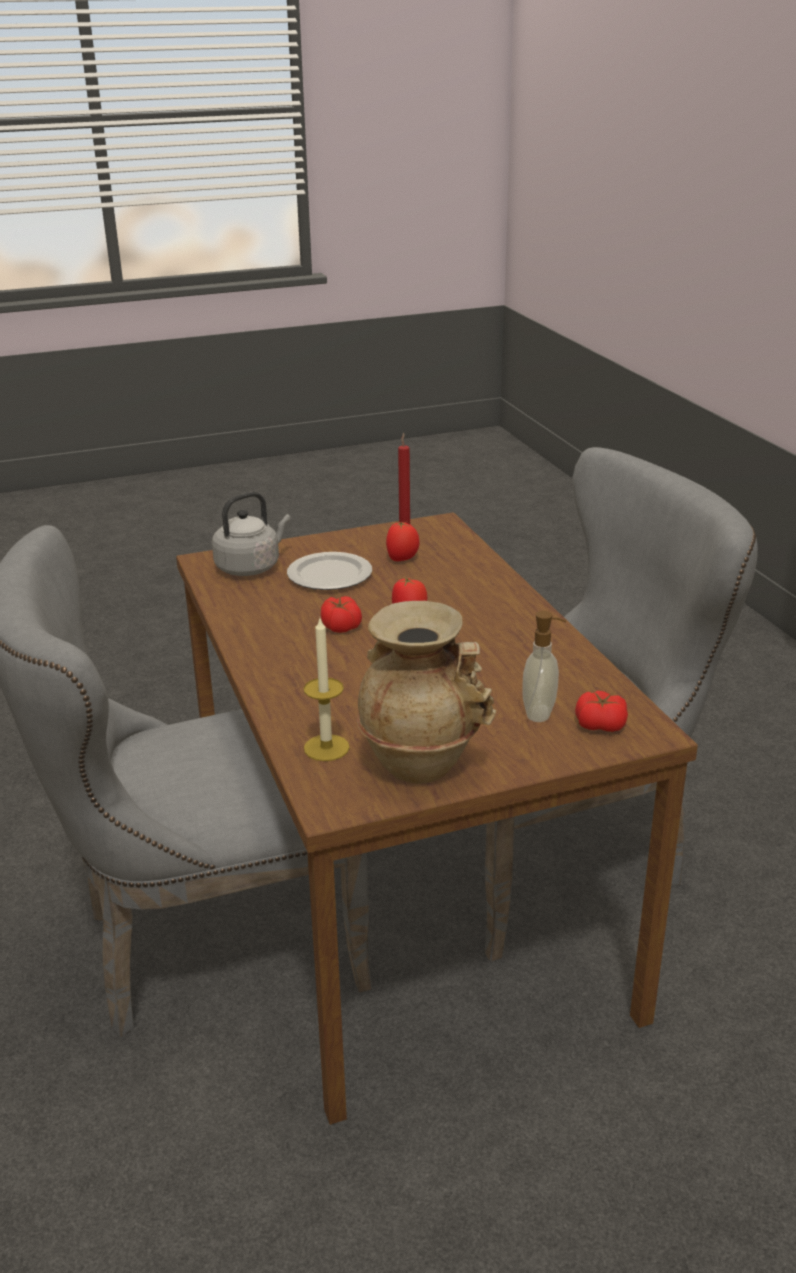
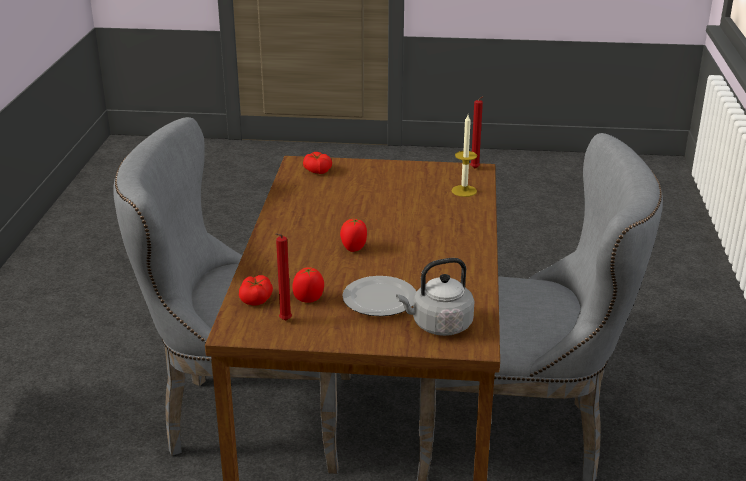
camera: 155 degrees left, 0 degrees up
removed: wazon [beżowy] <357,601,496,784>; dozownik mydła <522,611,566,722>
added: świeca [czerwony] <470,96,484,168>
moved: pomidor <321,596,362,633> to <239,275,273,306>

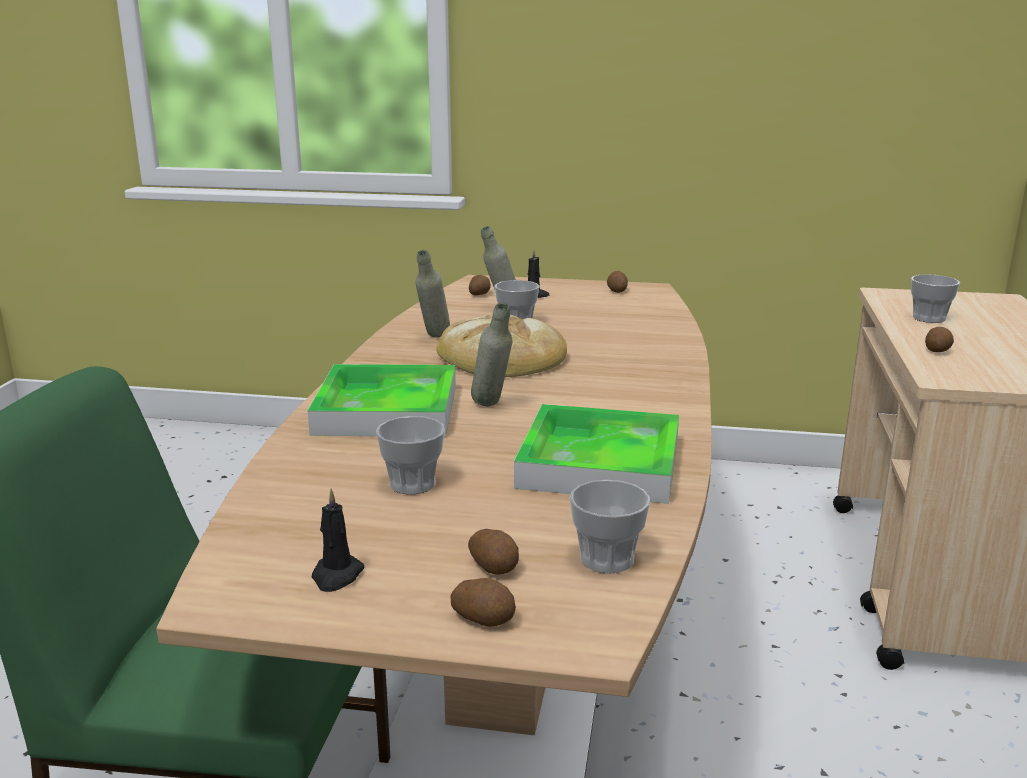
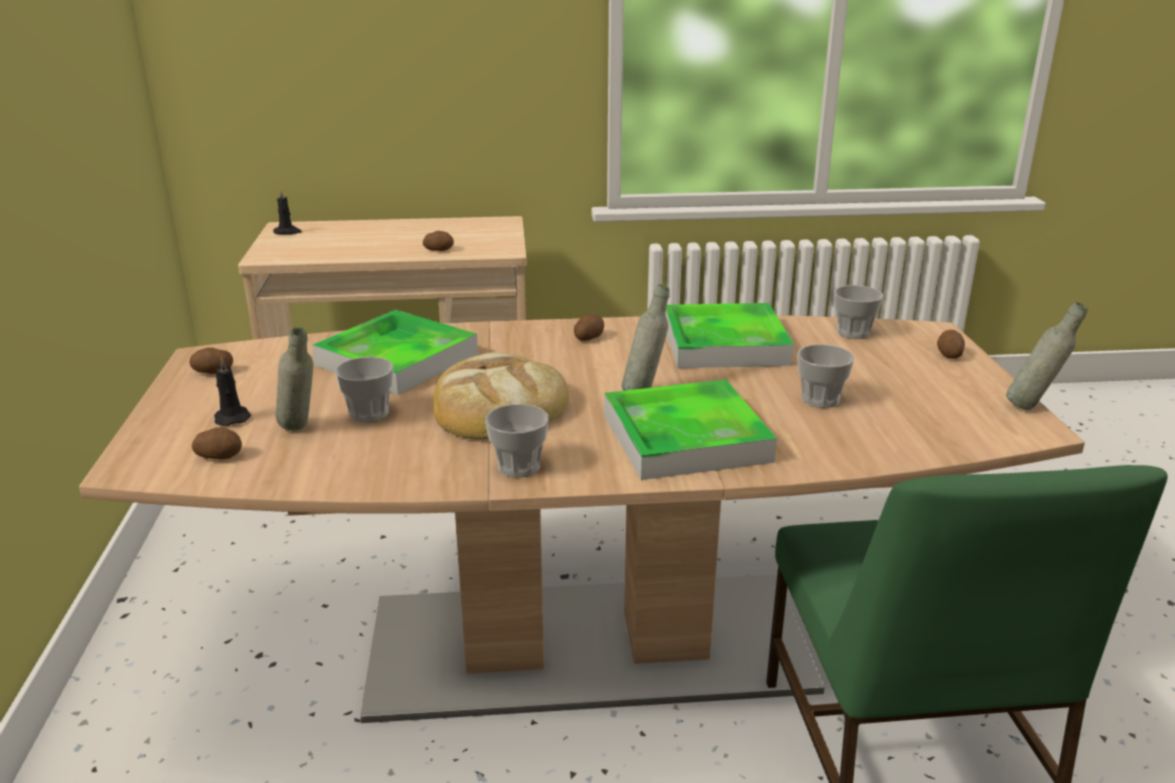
camera: 105 degrees left, 5 degrees up
added: taca <312,310,478,395>
moved: świeca [czarny] <312,489,364,592> to <273,189,302,235>; filiżanka <911,274,960,323> to <485,404,549,477>; ziemniak <468,529,519,575> to <574,314,604,341>; butelka [szary] <415,250,450,338> to <1006,302,1088,410>

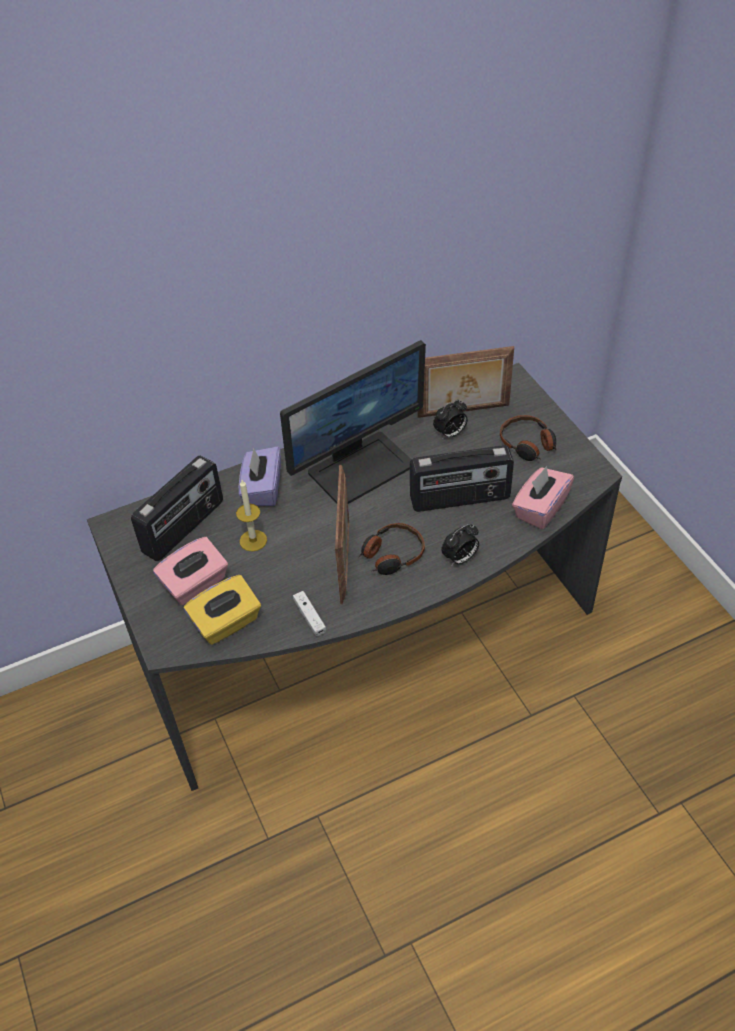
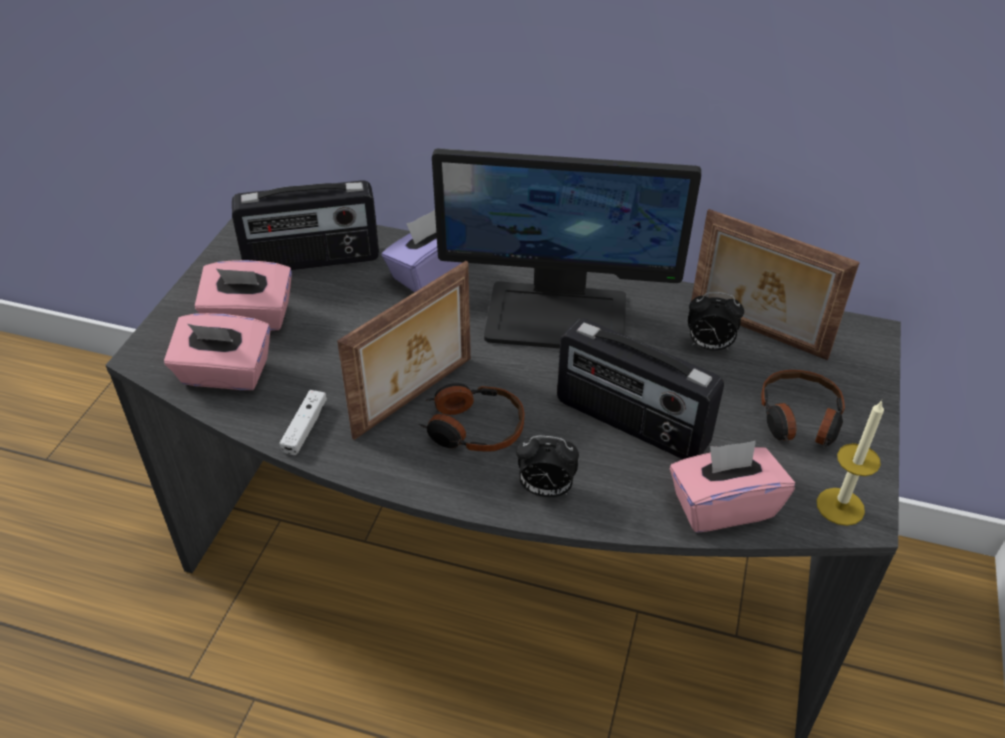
camera: 40 degrees right, 5 degrees down
moved: świeca <236,480,267,551> to <817,400,884,526>
recoloured: pudełko chusteczek [żółty] <184,575,261,645> to pudełko chusteczek [różowy] <164,313,270,390>

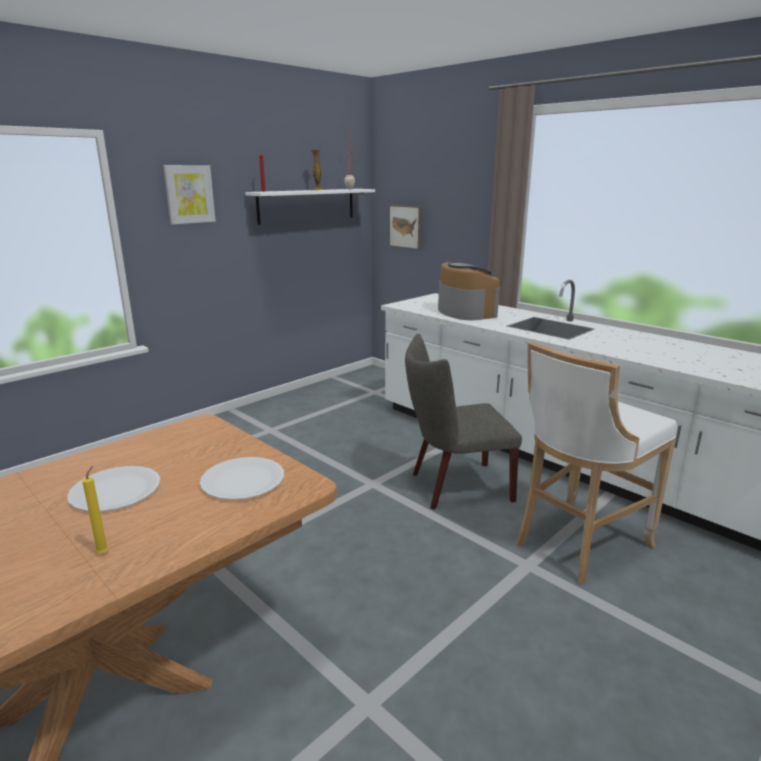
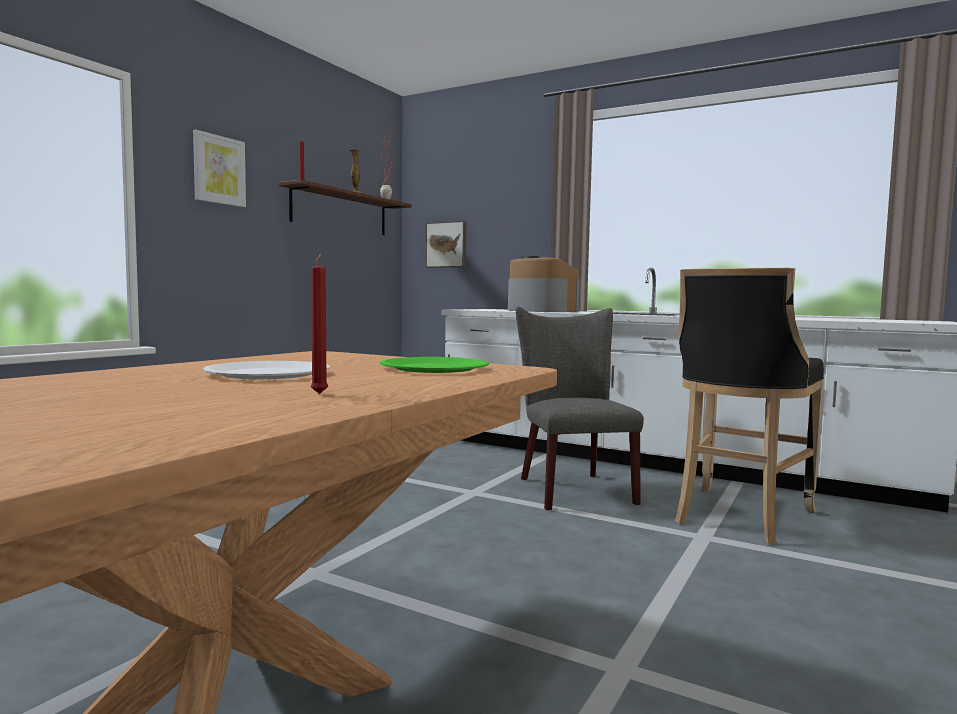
camera: 15 degrees left, 15 degrees down
recoloured: półka [biały] <245,189,375,225> to półka [brązowy] <279,180,412,235>; świeca [żółty] <82,466,109,554> to świeca [czerwony] <311,254,328,394>; talerz [biały] <200,457,284,500> to talerz [zielony] <380,357,489,373>; stołek [biały] <516,342,677,584> to stołek [czarny] <675,268,824,544>
turned: krzesło [szary] <405,334,522,510> = <516,307,644,510> 105 degrees clockwise

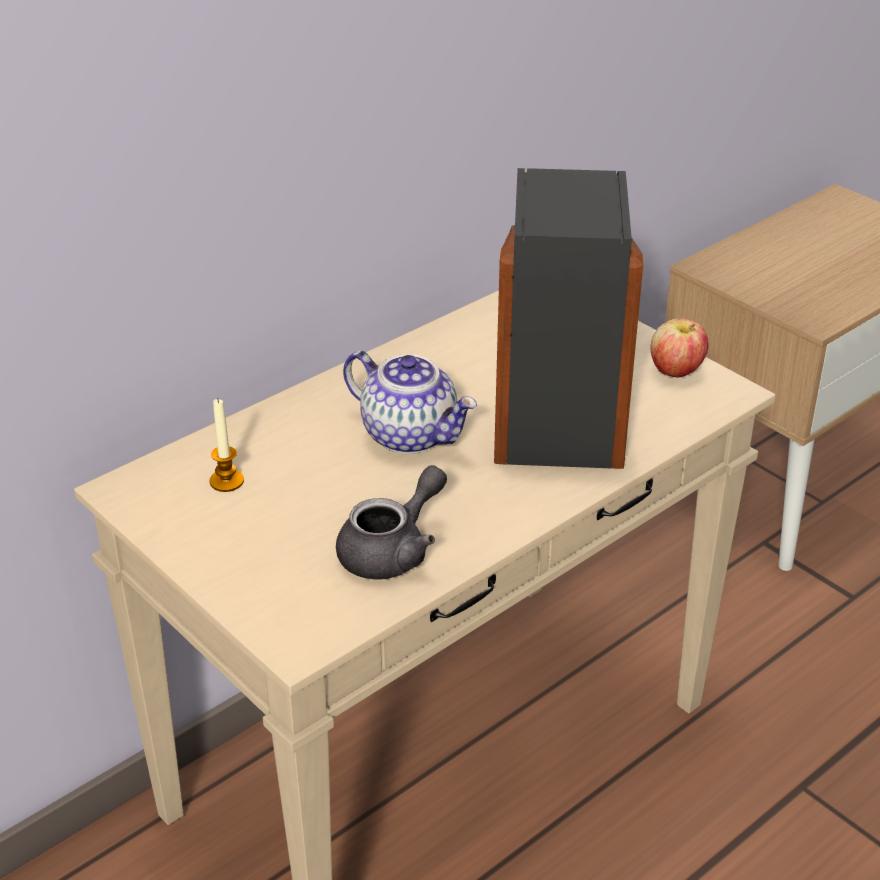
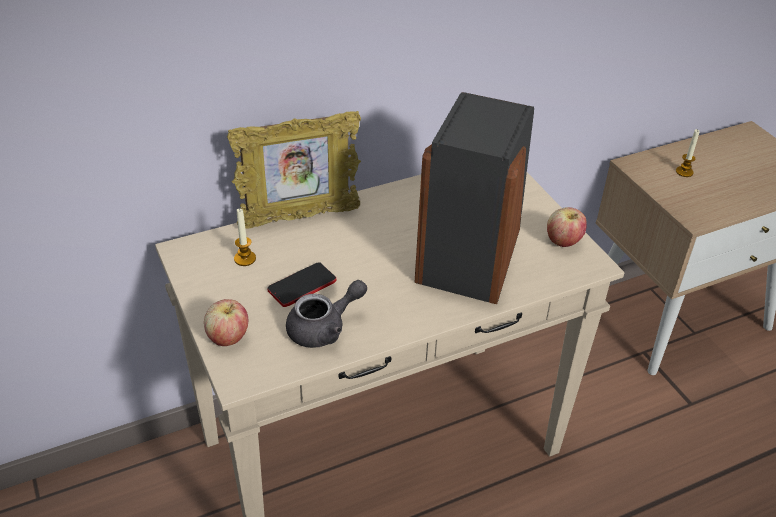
camera: 15 degrees right, 5 degrees up
removed: imbryk <343,351,477,454>
added: jabłko <204,299,248,346>; ramka na zdjęcie <227,111,361,228>; telefon <267,262,336,307>; świeca <676,129,700,177>

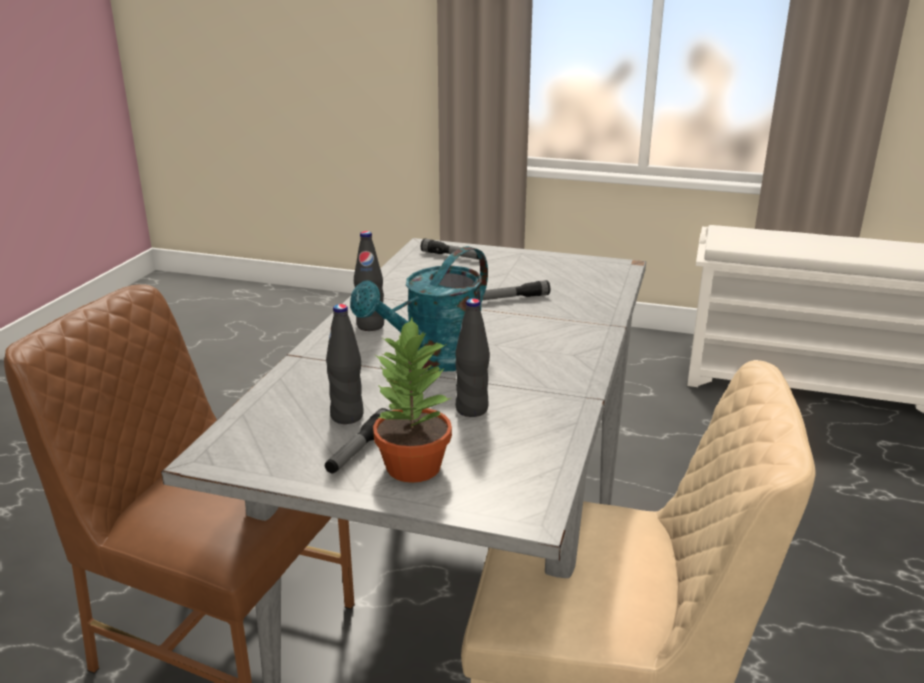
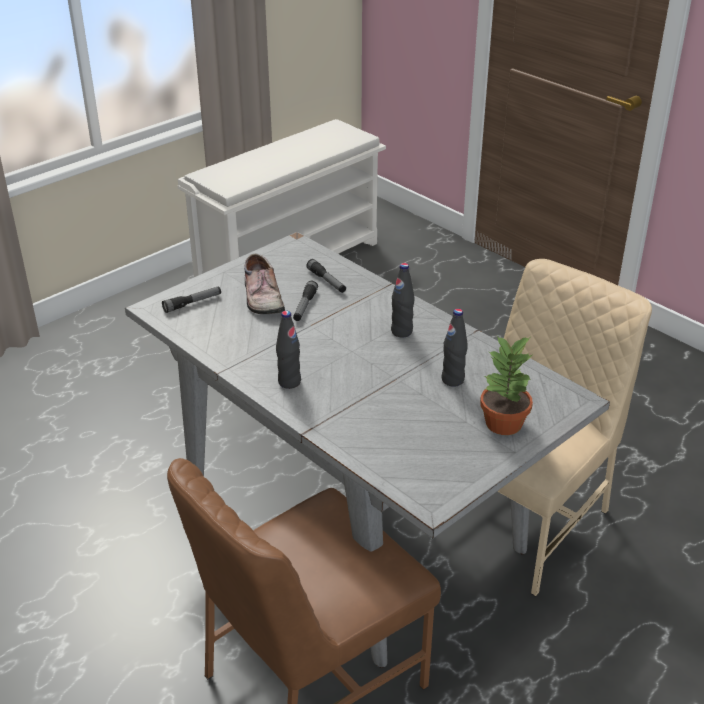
camera: 60 degrees left, 10 degrees up
removed: konewka [turkusowy] <350,246,488,371>
added: but <244,254,285,314>
moved: latarka <325,408,389,474> to <306,259,346,293>; butelka [czarny] <326,304,364,424> to <391,263,414,337>

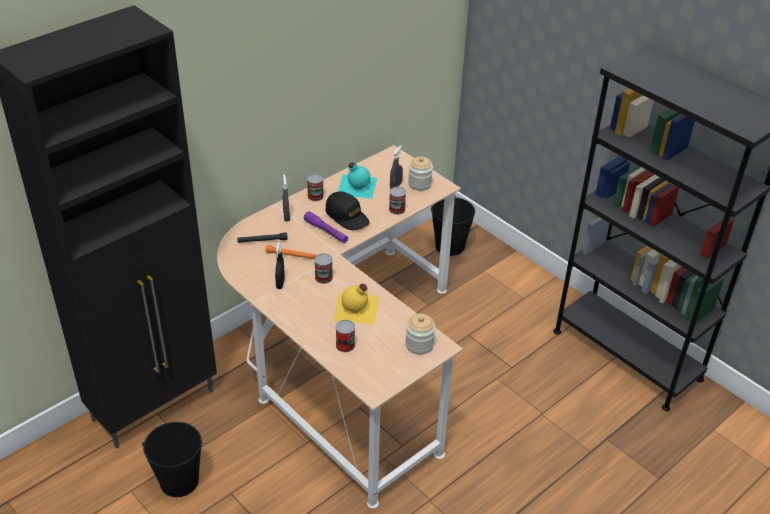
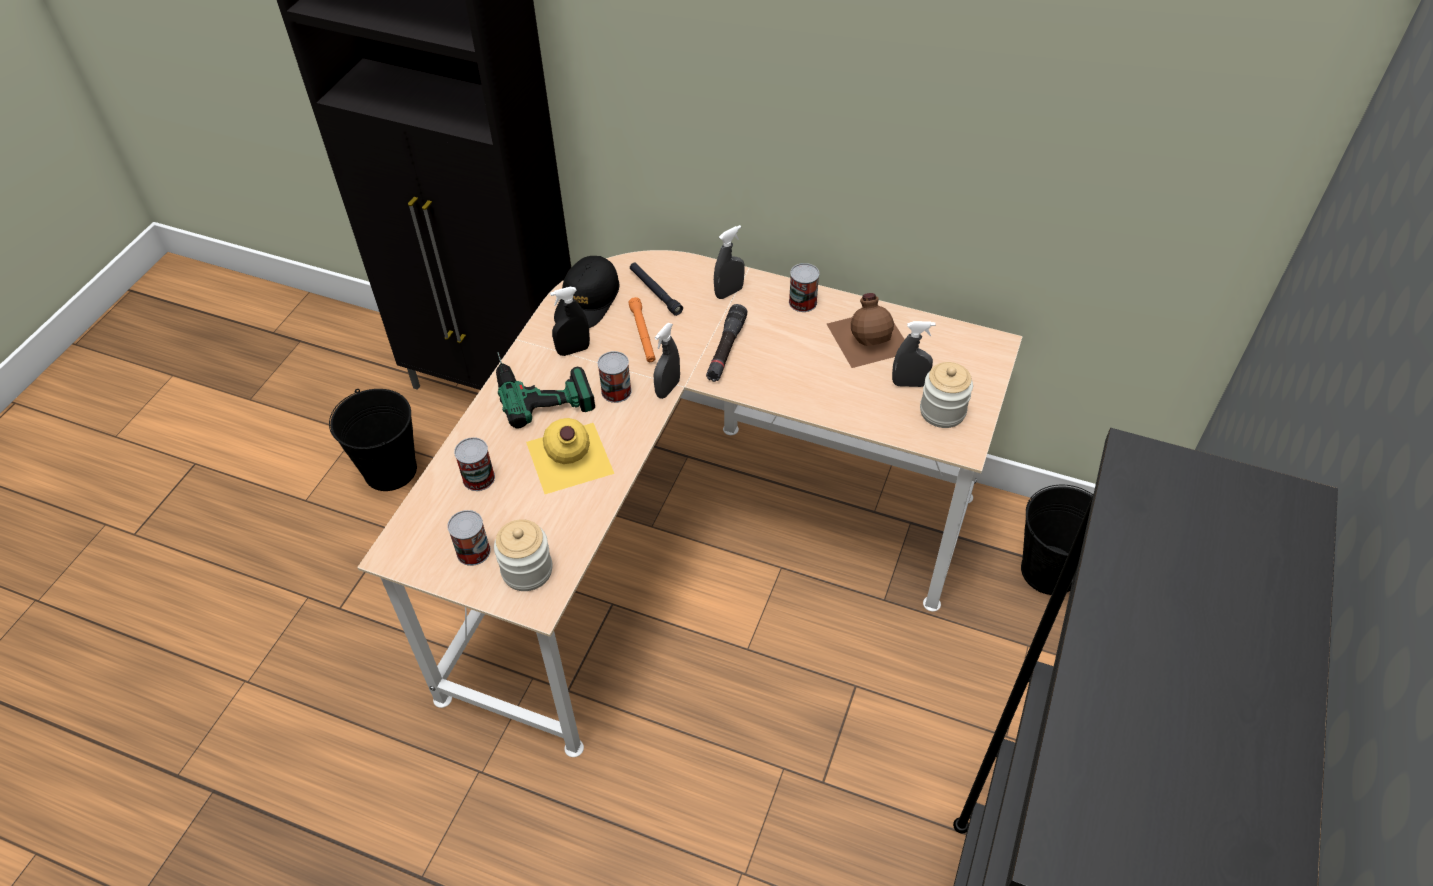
camera: 65 degrees right, 10 degrees up
added: wiertarka <496,352,595,428>; spryskiwacz [szary] <654,323,680,399>
moved: puszka <389,187,406,215> to <447,510,491,566>; czapka z daszkiem [czarny] <325,191,370,230> to <554,256,620,328>
recoloured: latarka [fioletowy] <304,211,348,243> to latarka [czarny] <706,304,747,382>; butelka [turkusowy] <338,162,377,199> to butelka [brązowy] <827,293,905,368>

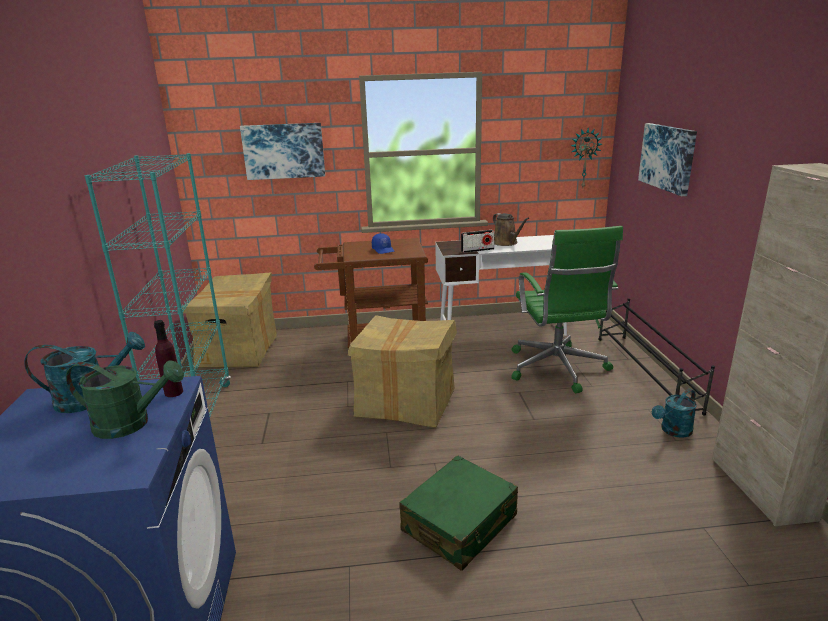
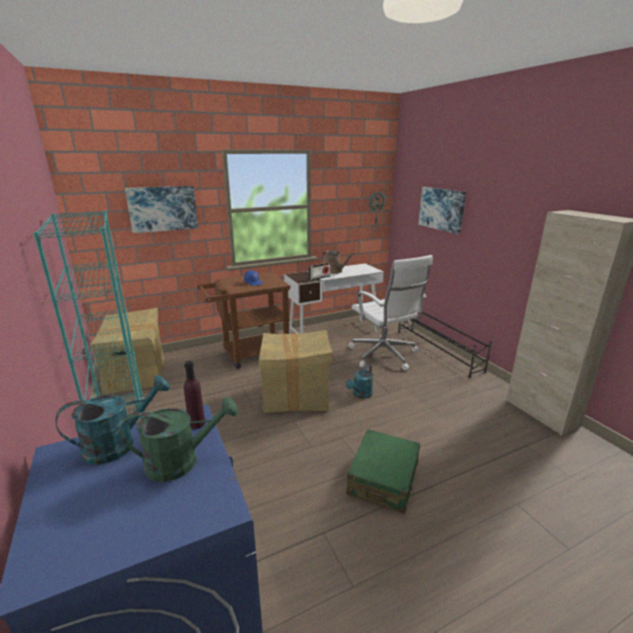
camera: 20 degrees left, 0 degrees up
moved: konewka [turkusowy] <652,389,697,438> to <346,365,373,399>
recoloured: krzesło biurowe [zielony] <511,226,623,393> to krzesło biurowe [biały] <348,255,433,371>

